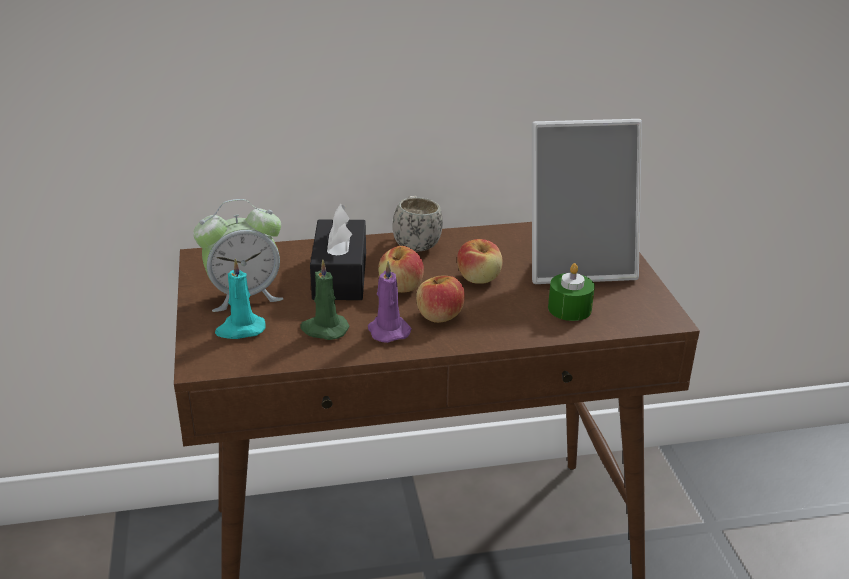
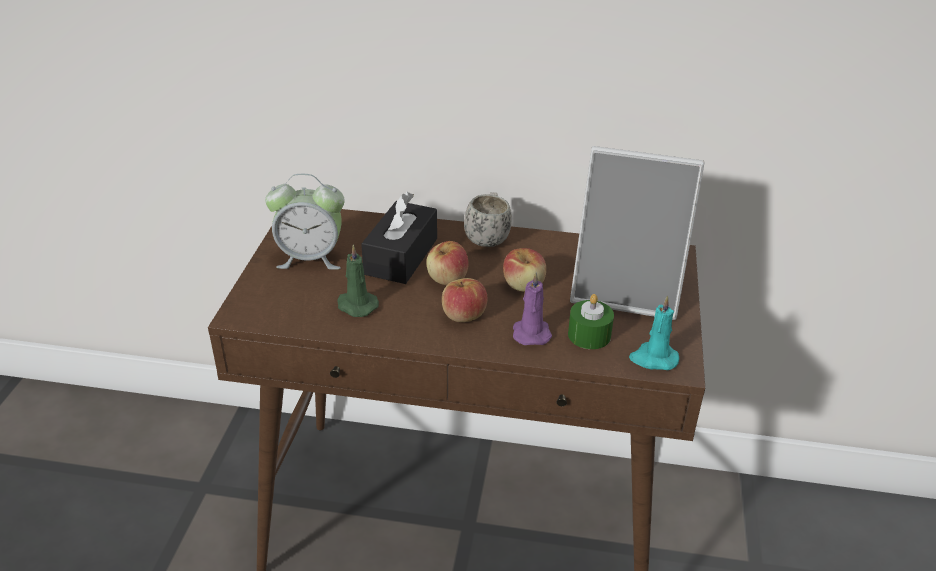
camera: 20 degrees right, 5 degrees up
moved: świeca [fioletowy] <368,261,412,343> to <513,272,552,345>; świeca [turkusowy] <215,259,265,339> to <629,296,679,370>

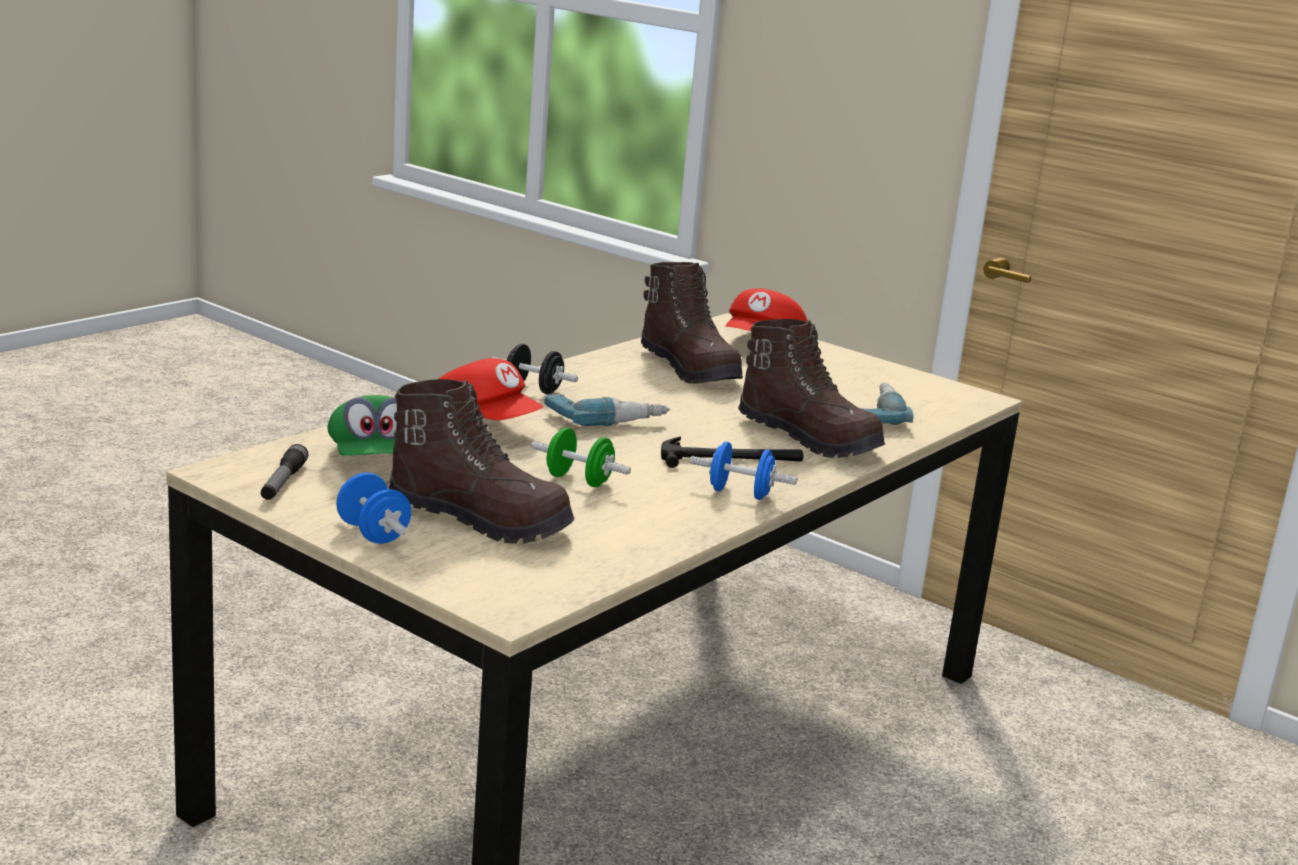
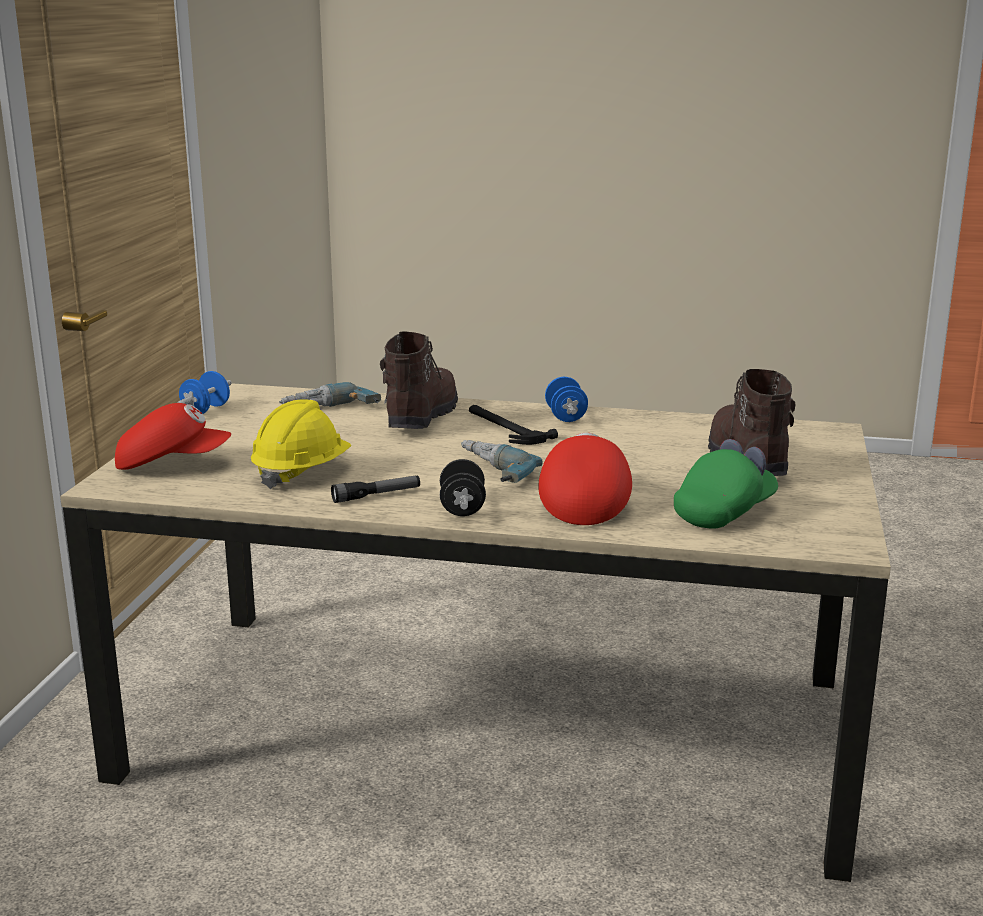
camera: 115 degrees left, 0 degrees up
removed: hantel [zielony] <531,428,631,487>
moved: hantel [niebieski] <336,473,411,544> to <177,371,232,414>; latarka <261,444,309,500> to <331,476,420,503>
replaced: but z cholewką [brązowy] <641,262,743,384> to kask [żółty] <251,399,351,489>

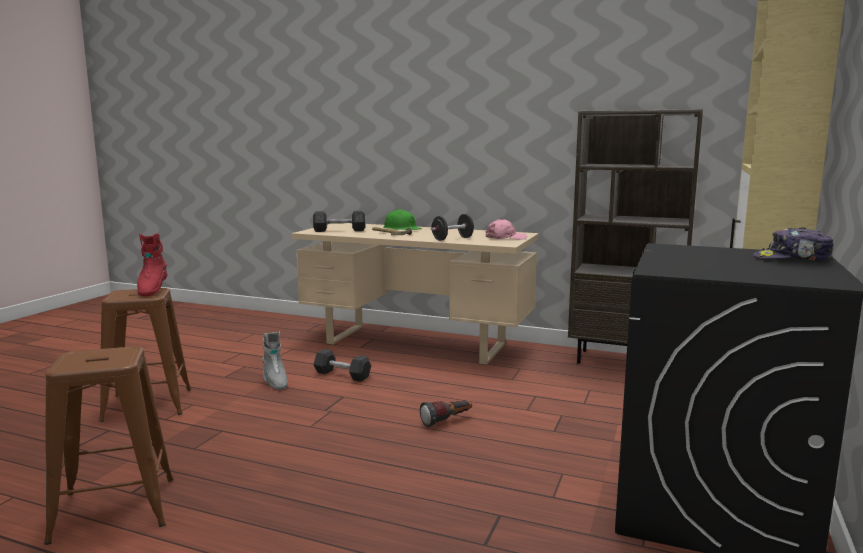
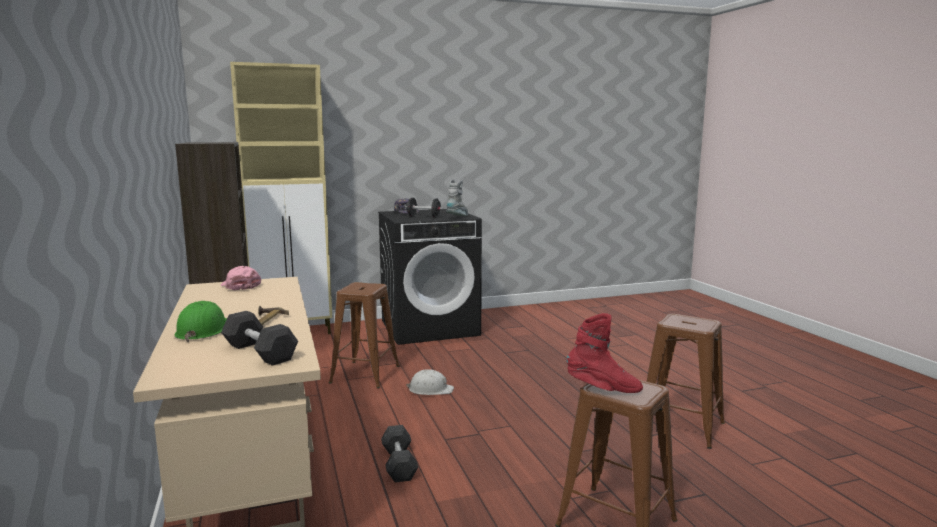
camera: 130 degrees left, 0 degrees up
added: stołek [brązowy] <329,282,400,388>
moved: hantel [czarny] <431,214,474,241> to <405,198,443,218>; but z cholewką [szary] <262,331,288,390> to <446,179,468,216>
replaced: latarka <420,400,472,427> to kask [biały] <406,369,454,395>
turned: but z cholewką [czerwony] <137,233,167,296> = <566,313,643,393> 60 degrees clockwise

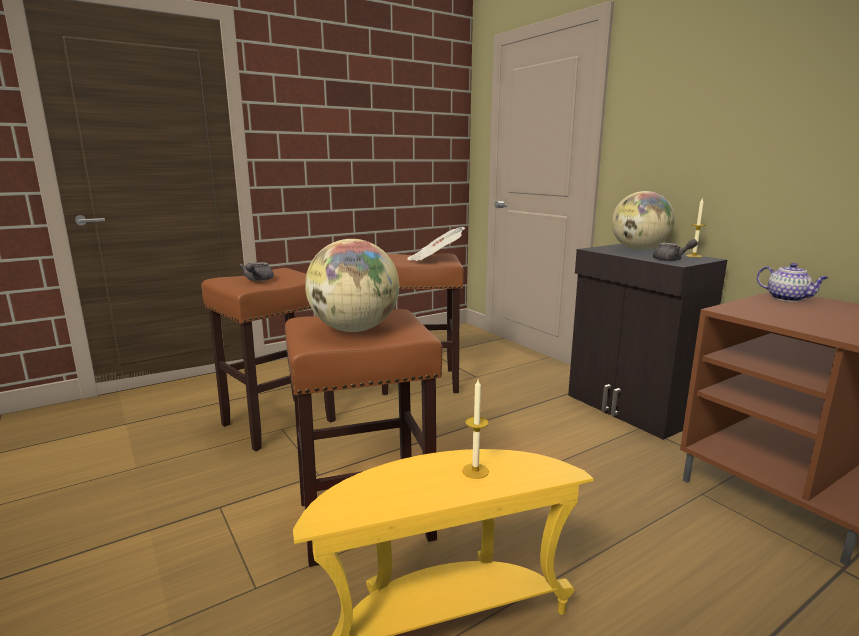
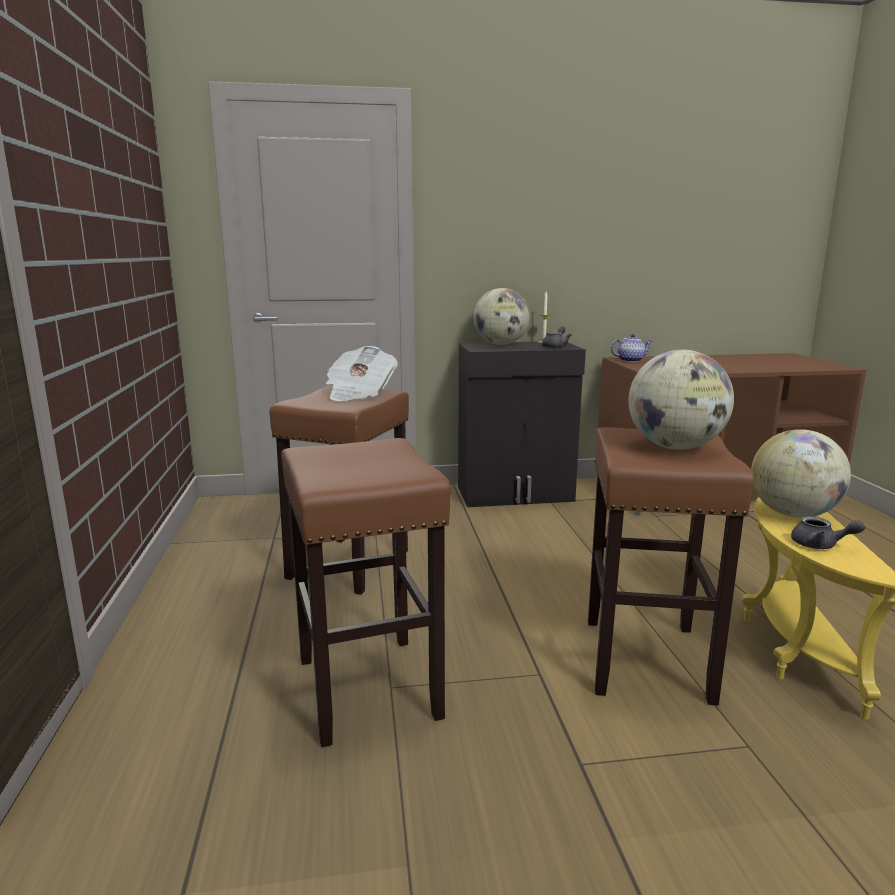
camera: 65 degrees left, 0 degrees up
moved: imbryk [szary] <239,262,274,281> to <791,516,865,549>
replaced: świeca <462,380,489,479> to globus <751,429,851,518>

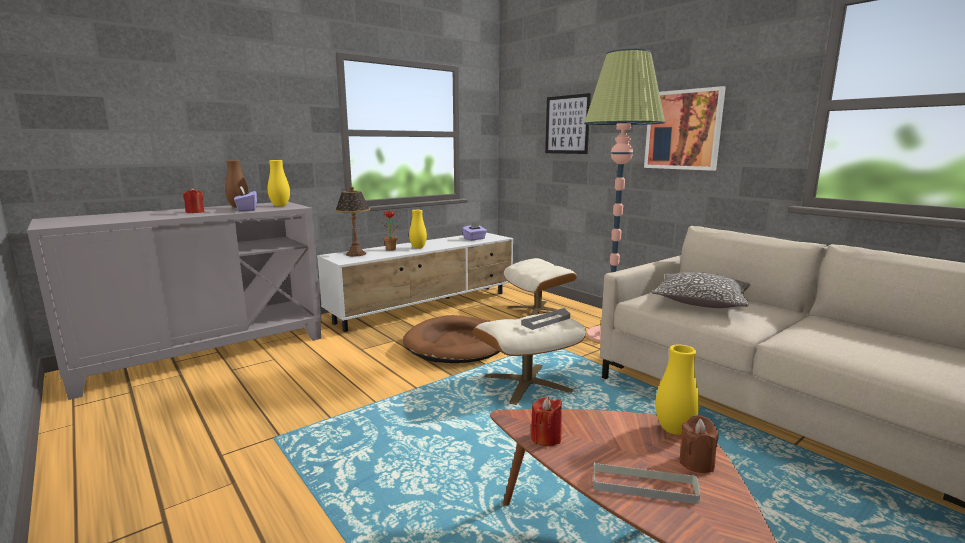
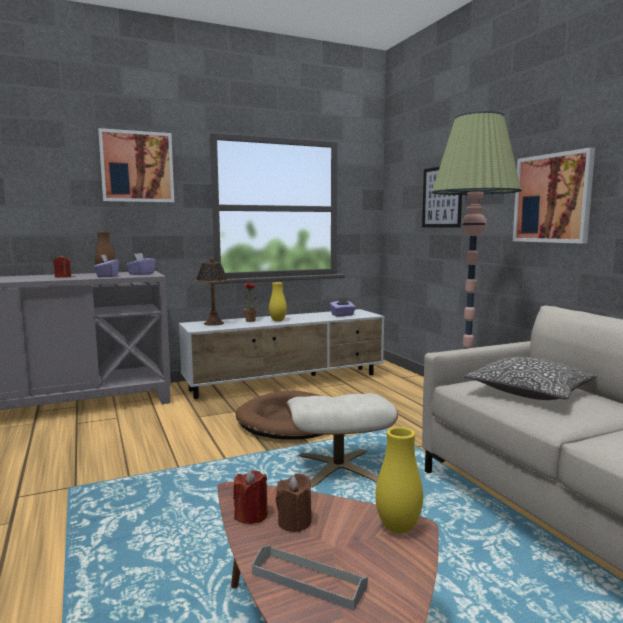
camera: 15 degrees right, 5 degrees down
removed: pufa [beżowy] <504,258,577,315>; taca [szary] <521,308,570,330>
added: obraz <98,128,174,202>
moved: świeca [brązowy] <680,415,718,473> to <276,473,312,532>
replaced: wazon [żółty] <268,160,290,207> to pudełko chusteczek [fioletowy] <126,253,156,275>

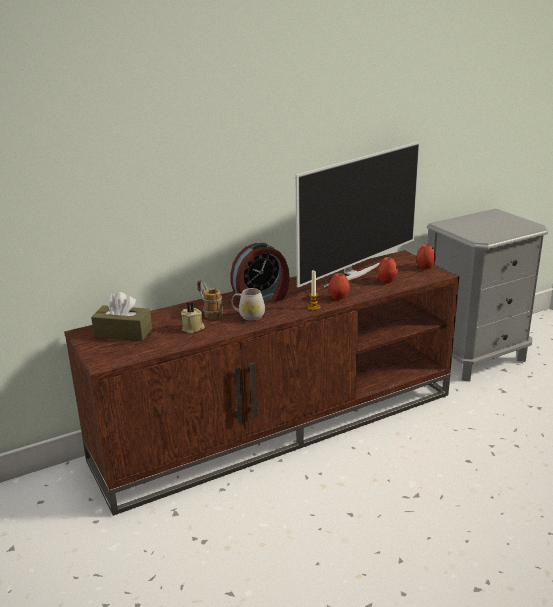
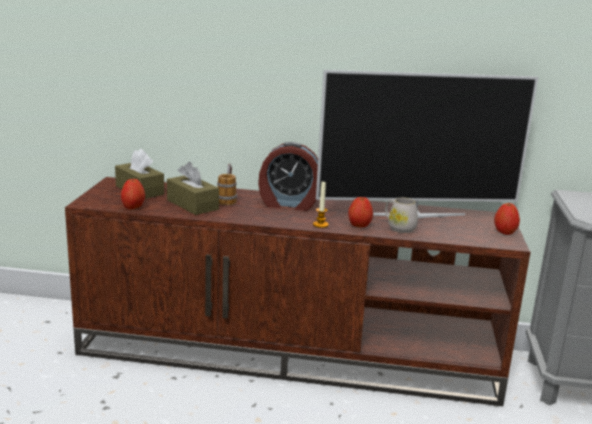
camera: 35 degrees right, 5 degrees down
moved: jabłko <378,257,398,283> to <121,178,145,209>; kubek [biały] <232,288,265,320> to <385,198,418,233>
replaced: świeca [beżowy] <181,302,204,333> to pudełko chusteczek [brązowy] <167,162,219,215>

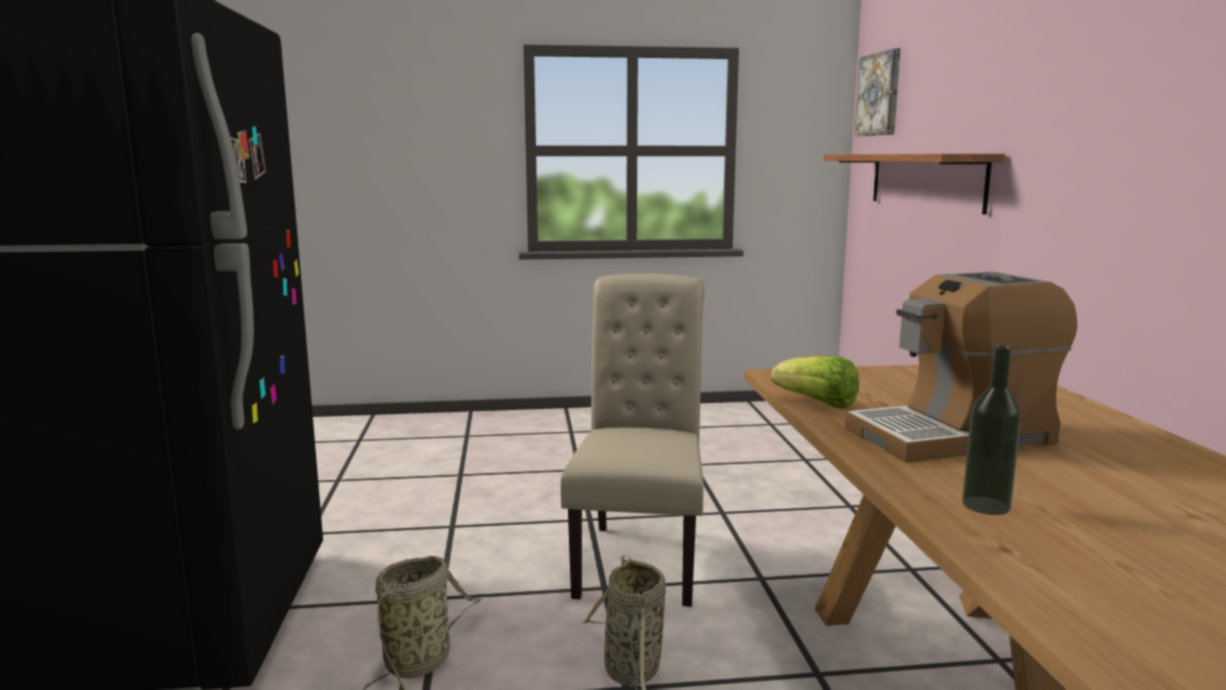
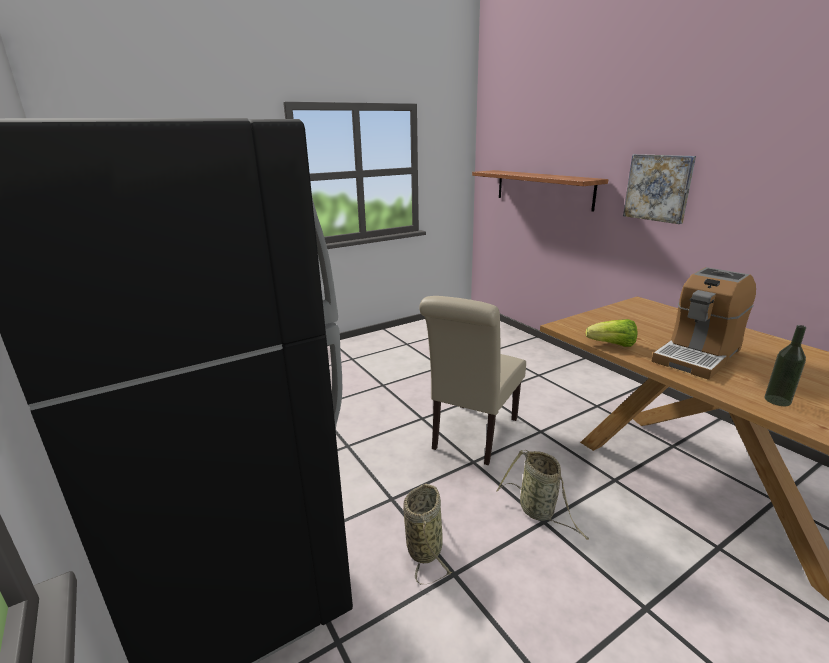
camera: 25 degrees left, 10 degrees up
moved: obraz <855,48,901,136> to <623,154,696,224>
turned: krzesło [beżowy] <561,274,705,607> = <419,296,526,465> 135 degrees counterclockwise

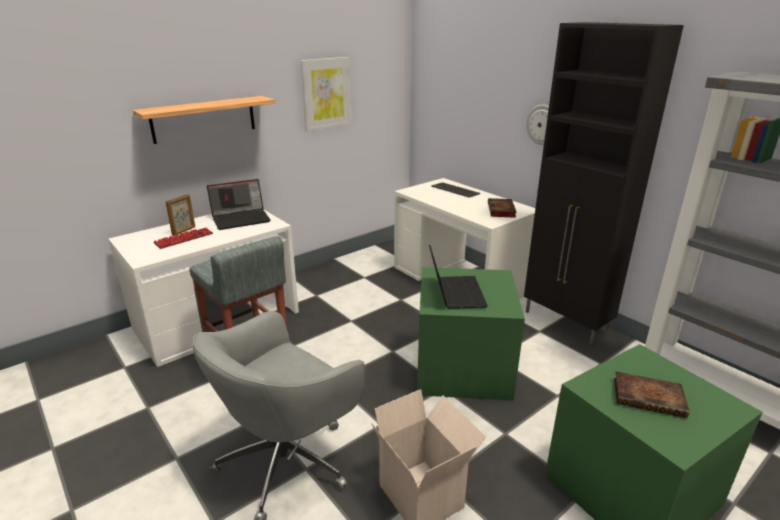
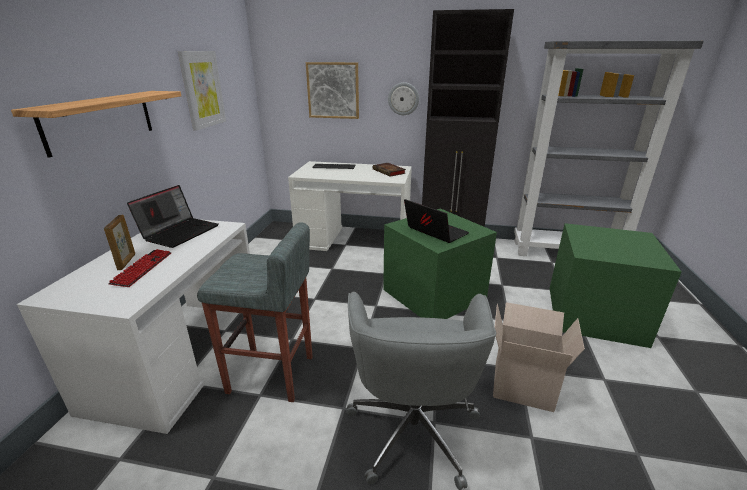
camera: 40 degrees left, 0 degrees up
removed: książka <614,371,689,418>
added: obraz <306,62,359,119>

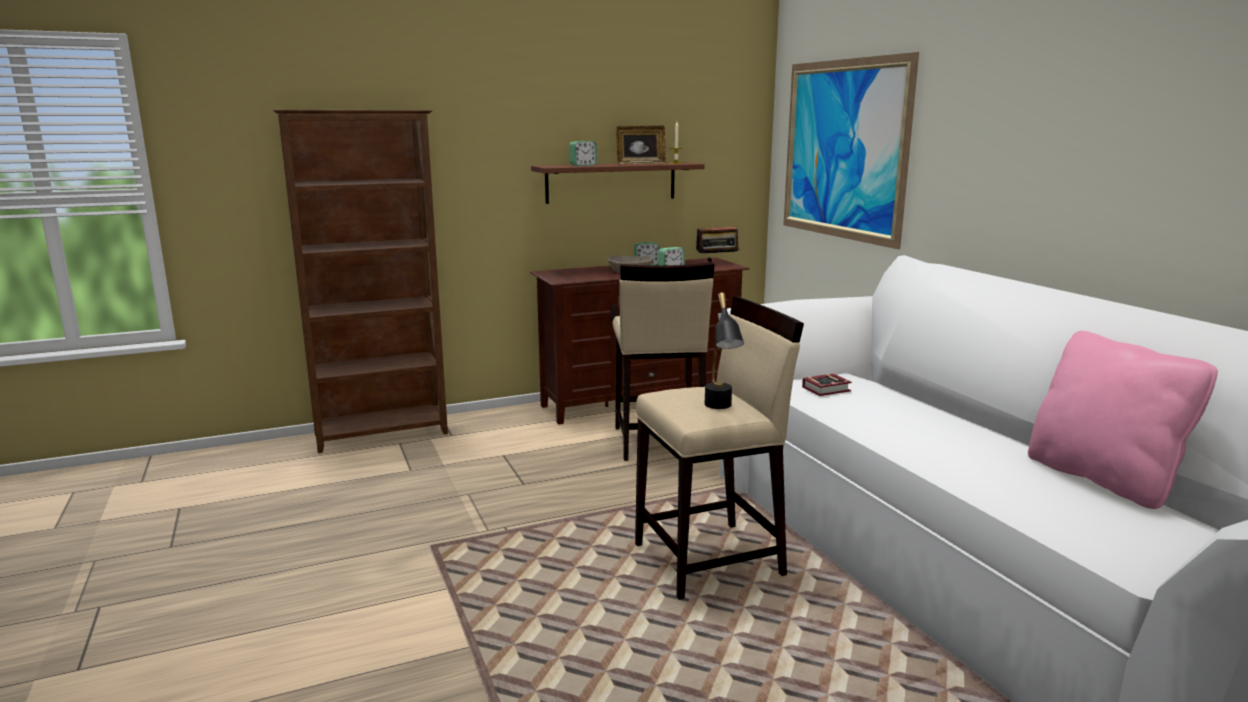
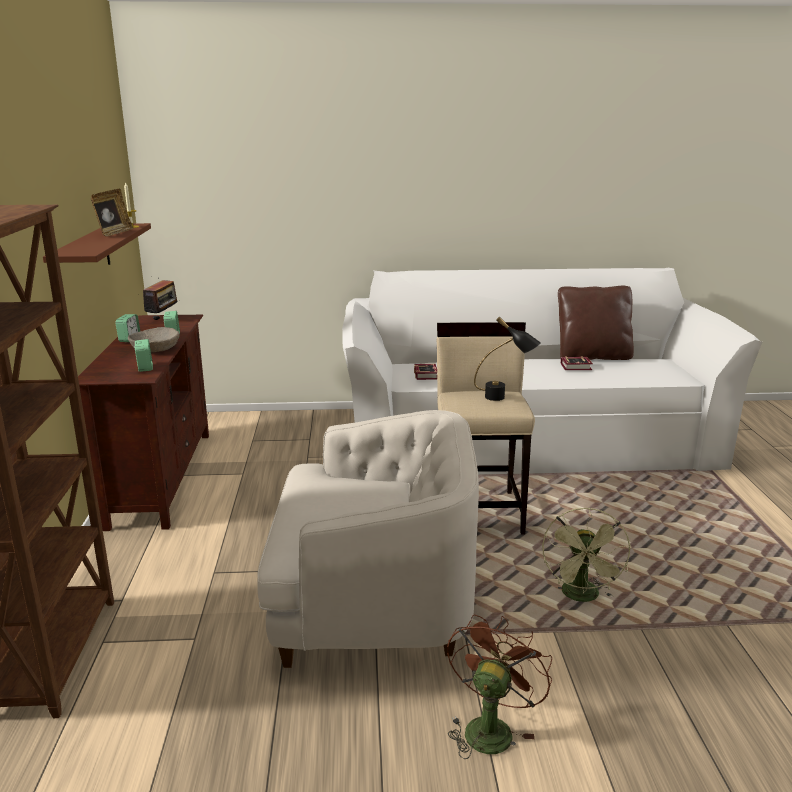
camera: 70 degrees left, 5 degrees up
removed: stołek [beżowy] <613,263,714,461>; obraz <783,52,919,250>
added: fotel [biały] <257,410,479,668>; wentylator [brązowy] <447,615,552,759>; wentylator [zielony] <542,507,631,602>; książka <560,356,593,370>
moved: budzik <569,141,597,166> to <135,339,153,372>
recoloured: poduszka [różowy] <1028,331,1218,509> to poduszka [brązowy] <558,286,634,360>

